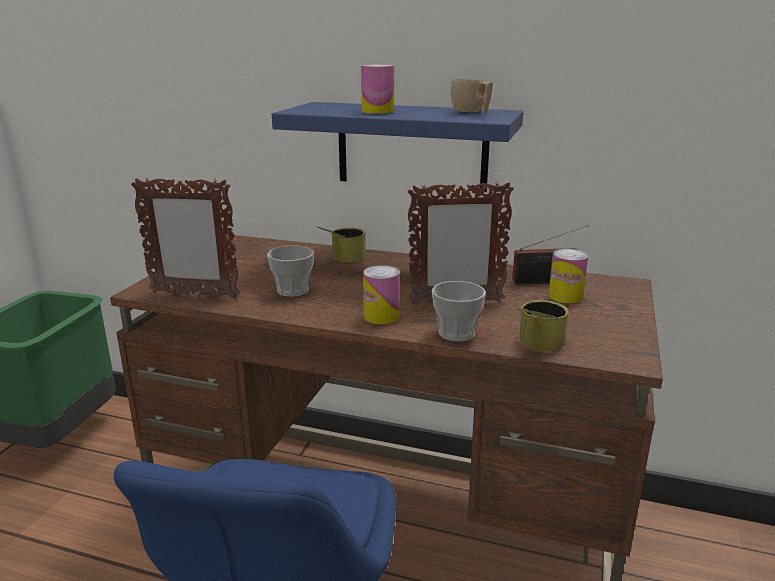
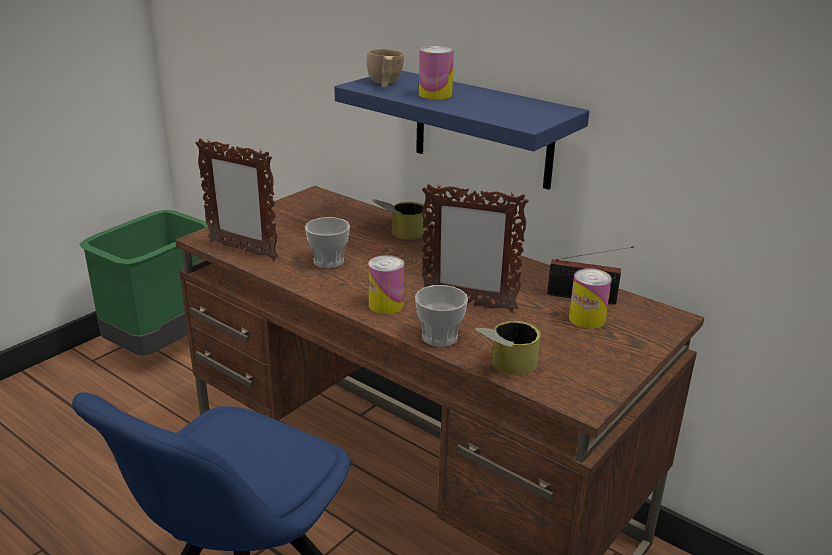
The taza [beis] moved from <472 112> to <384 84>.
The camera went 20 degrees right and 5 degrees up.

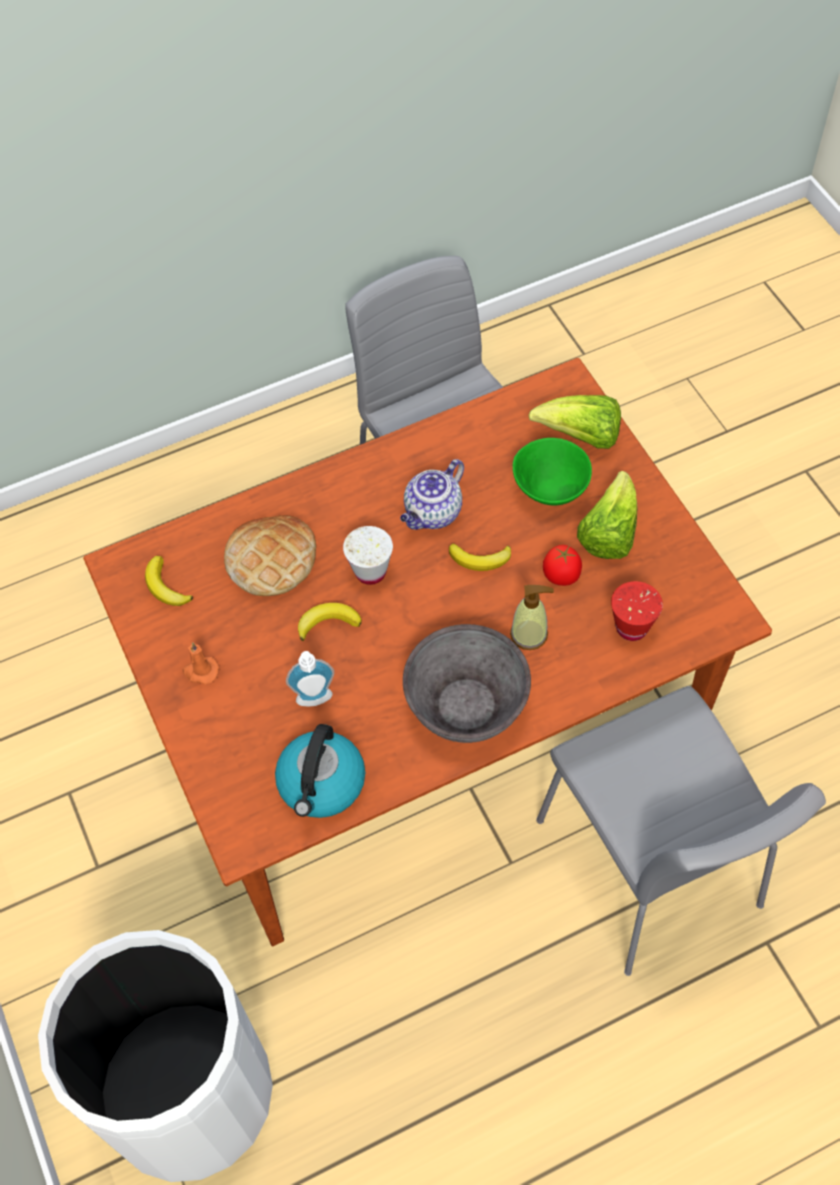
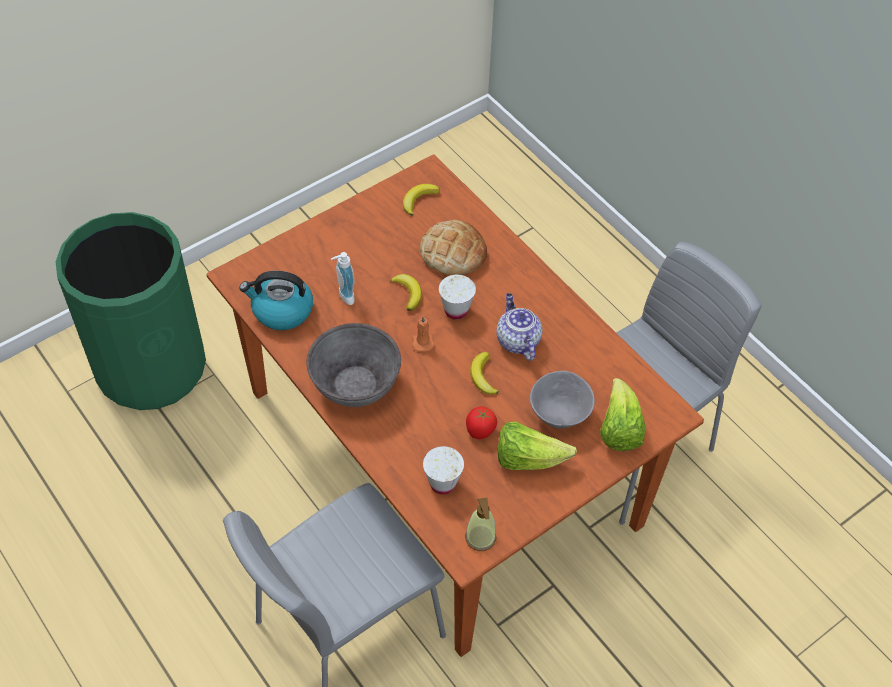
The papelera [blanco] at <188 1093> became the papelera [verde] at <151 367>.
The vela [naranja] moved from <200 671> to <422 341>.
The taza [rojo] at <631 627> became the taza [blanco] at <442 483>.
The dispensador de jabón moved from <529 634> to <480 538>.
The tetera at <433 513> turned 45 degrees clockwise.
The cuenco [verde] at <549 492> became the cuenco [gris] at <557 414>.
The camera went 75 degrees right and 5 degrees down.

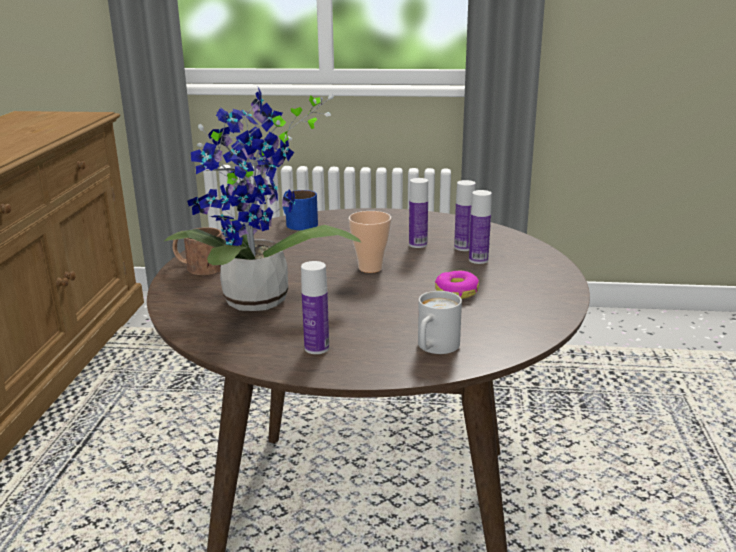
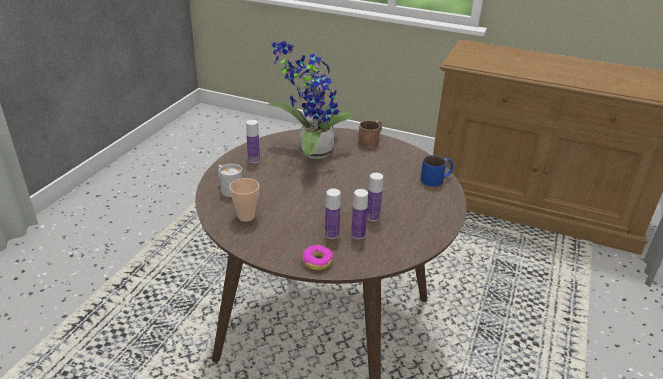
The taza moved from <370 268> to <246 216>.
The rosquilla moved from <456 292> to <317 261>.
The camera went 105 degrees right and 10 degrees up.

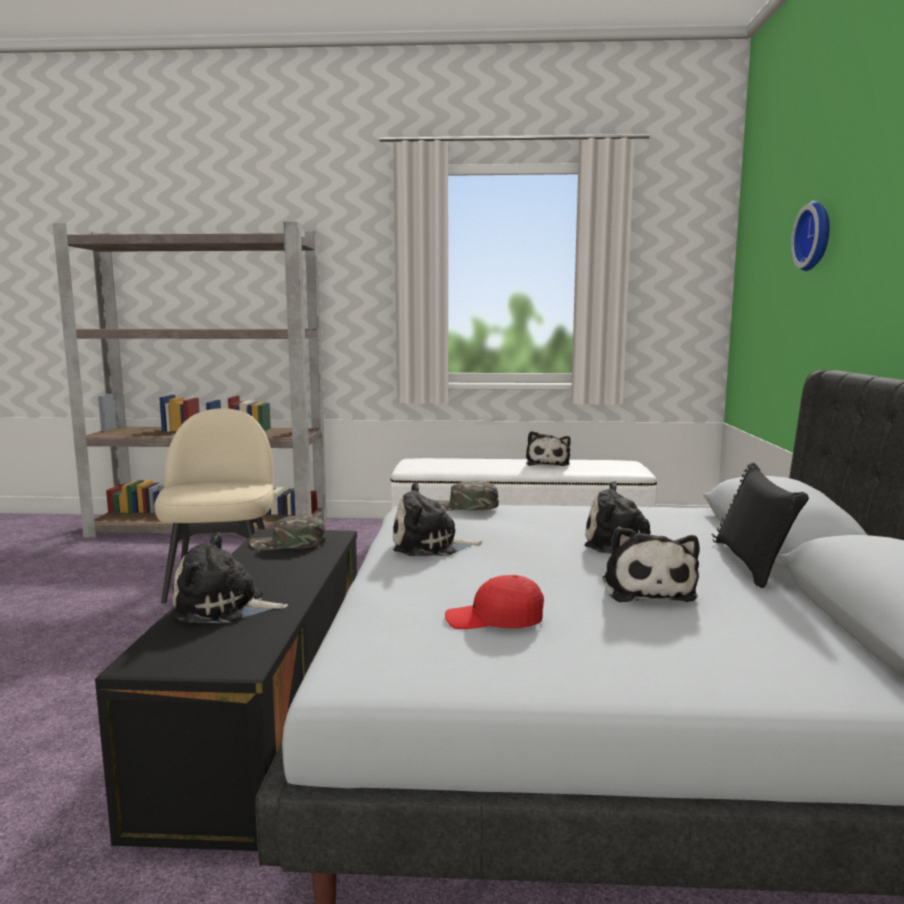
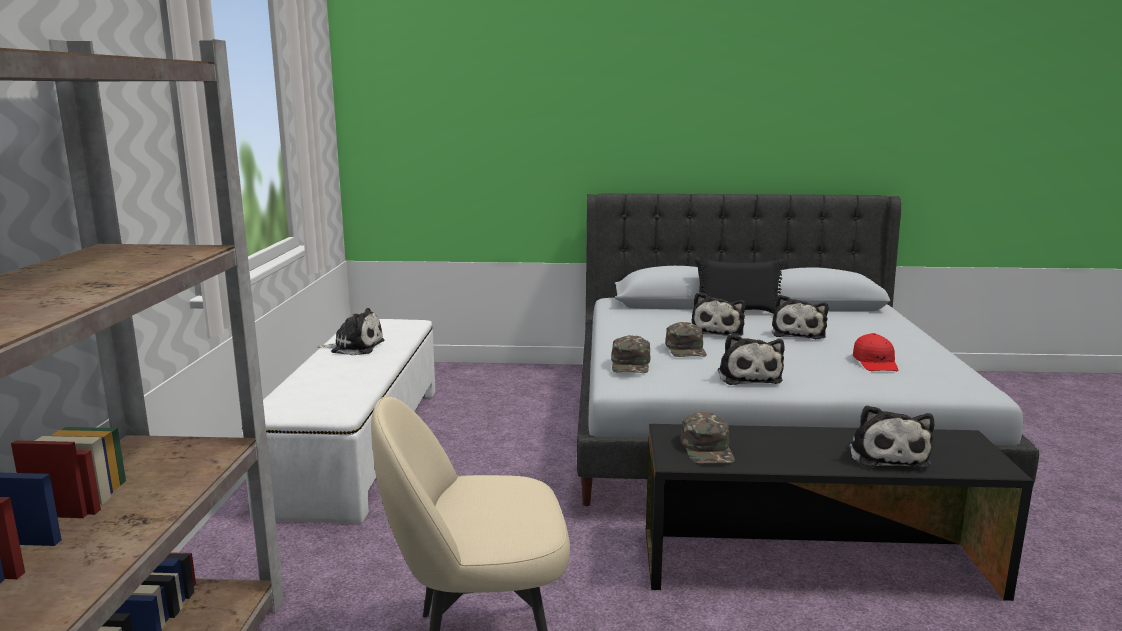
The gorra [verde] at <686 349> appeared.
The peluche at <647 589> turned 105 degrees clockwise.
The reloj de pared at <816 236> disappeared.
The camera went 90 degrees left and 5 degrees up.

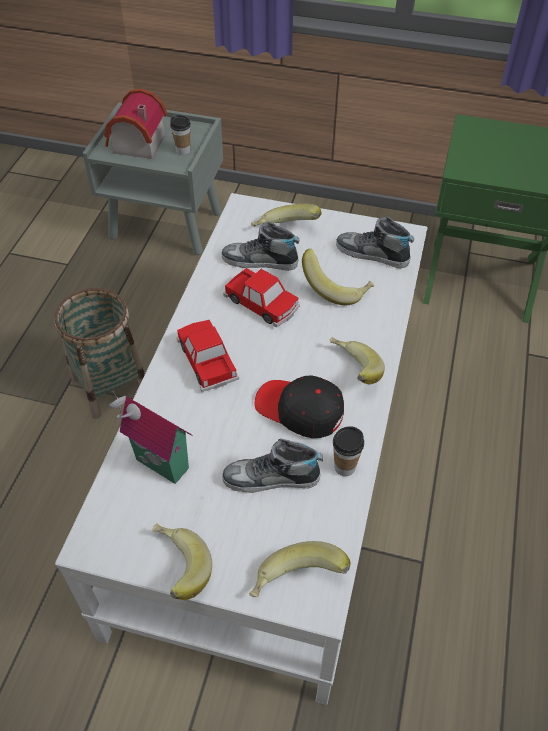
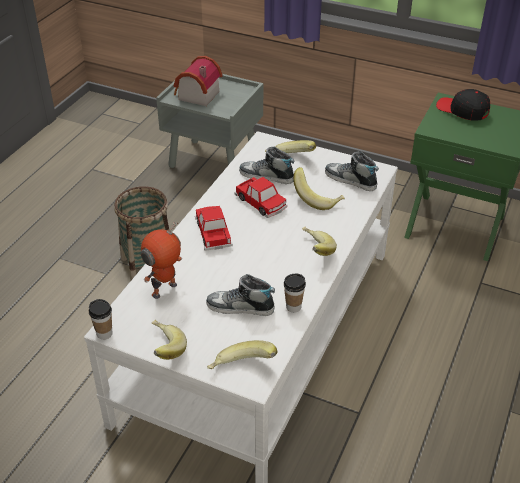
The taza moved from <183 150> to <104 333>.
The casita at <159 466> was replaced by the robot de juguete at <165 291>.
The gorra [negro] moved from <299 410> to <462 110>.
The camera went 10 degrees right and 10 degrees down.

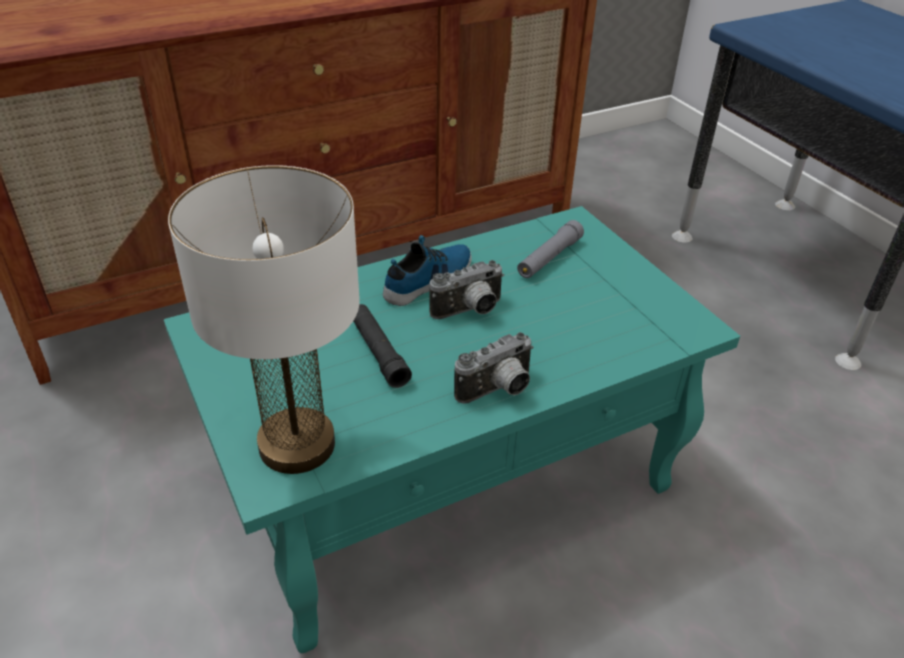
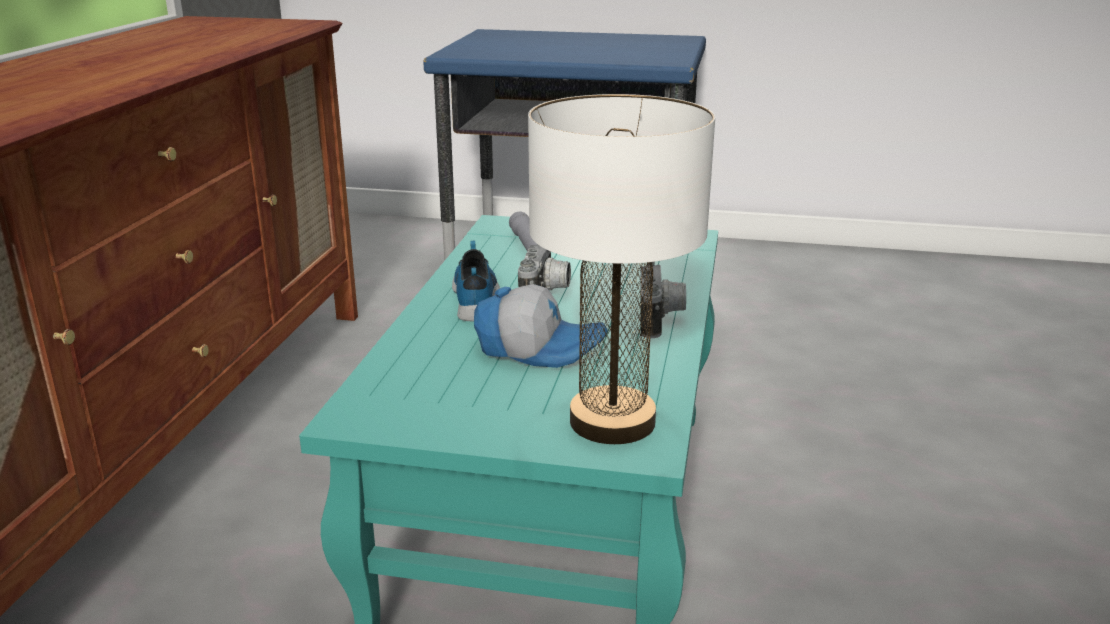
The linterna [negro] at <378 352> was replaced by the gorra at <539 348>.
The camera went 50 degrees left and 15 degrees down.

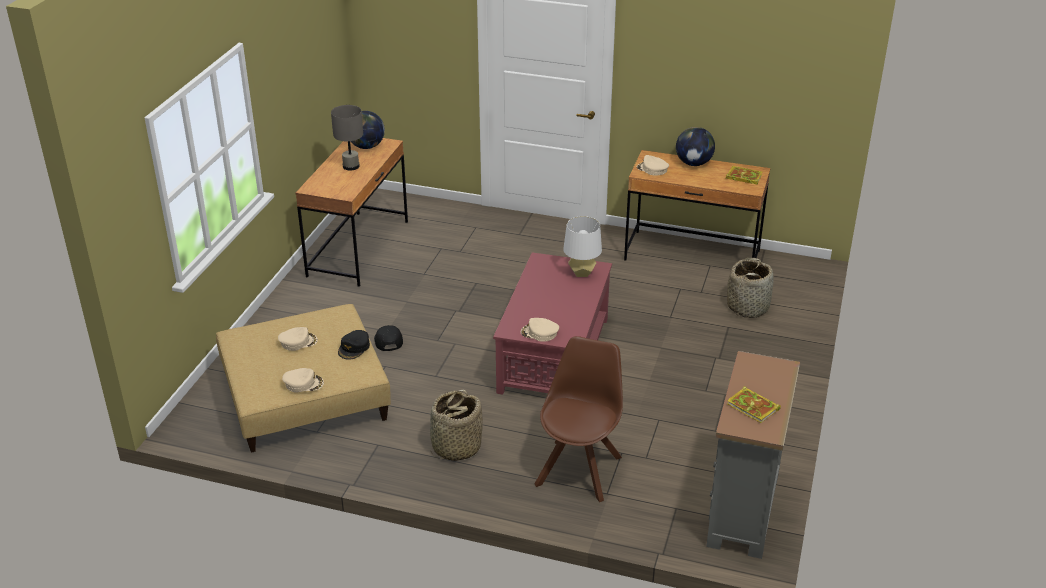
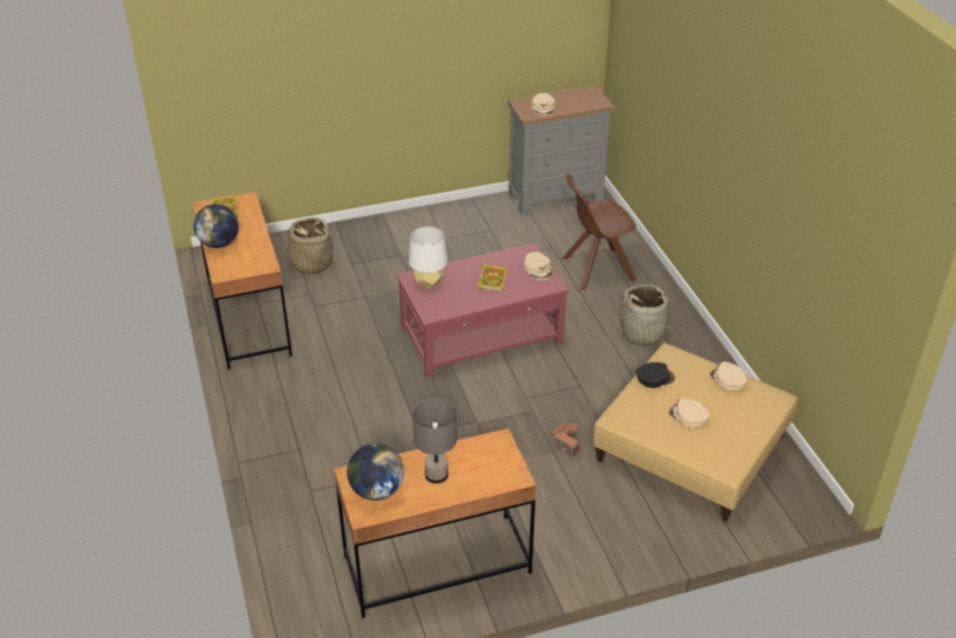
The libro moved from <754 407> to <492 279>.
The gorra [beis] moved from <652 169> to <543 107>.
The gorra [negro] at <388 340> was replaced by the casita at <566 442>.
The camera went 125 degrees left and 5 degrees up.

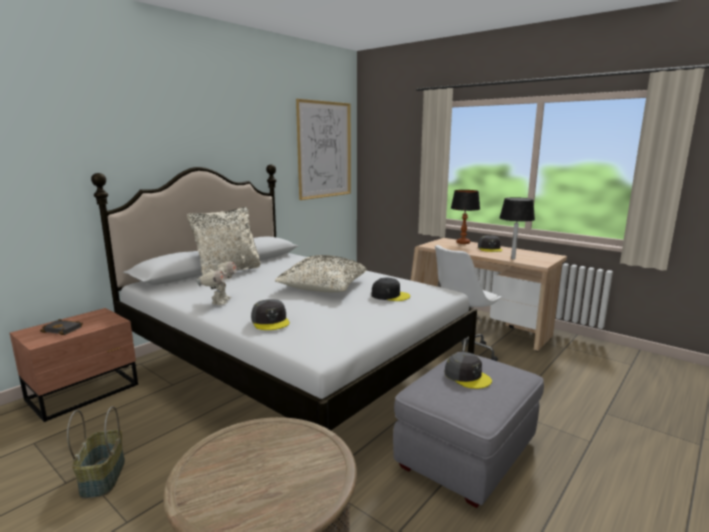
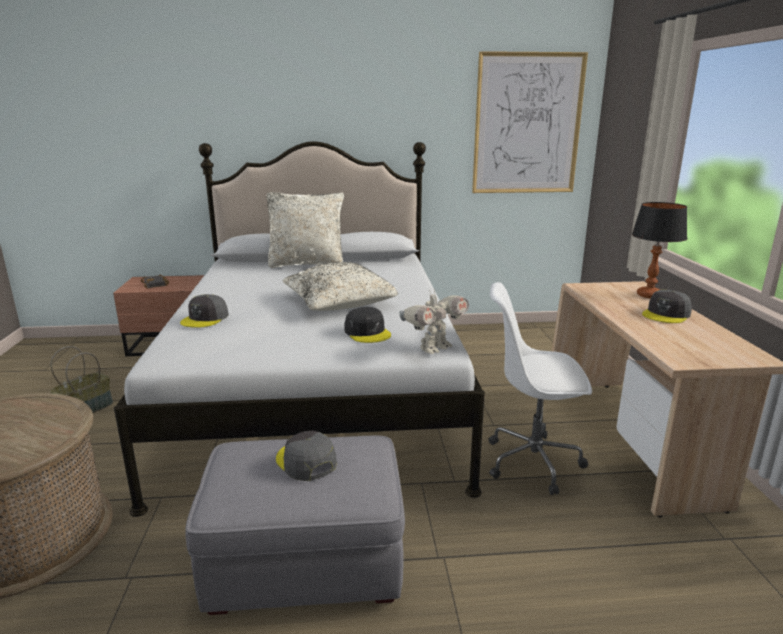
The gorra [gris] at <467 376> turned 135 degrees clockwise.
The robot de juguete moved from <220 302> to <433 348>.
The lámpara de mesa [negro] at <513 259> disappeared.
The camera went 45 degrees right and 5 degrees up.

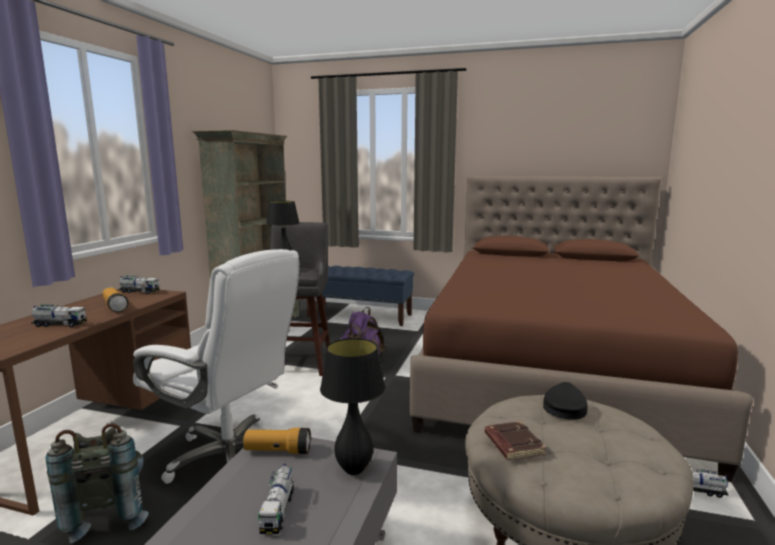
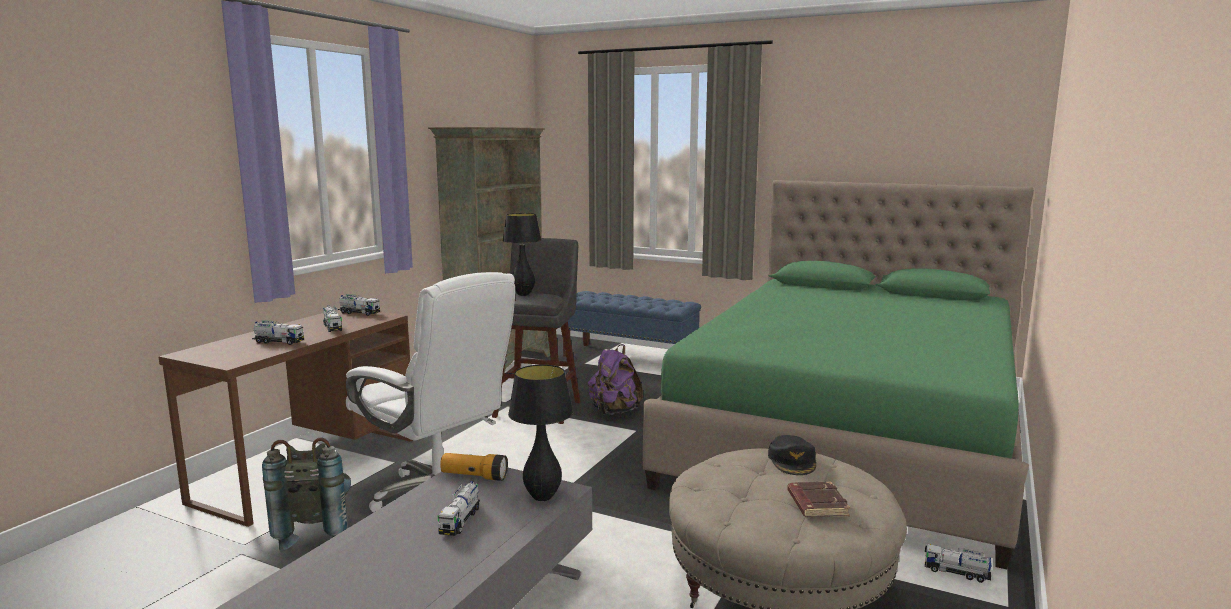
The linterna at <115 307> was replaced by the camión de juguete at <332 327>.
The cama [marrón] at <552 369> became the cama [verde] at <852 435>.
The gorra [negro] at <564 407> turned 150 degrees clockwise.
The libro [marrón] moved from <512 444> to <816 504>.
The camera went 10 degrees right and 0 degrees up.

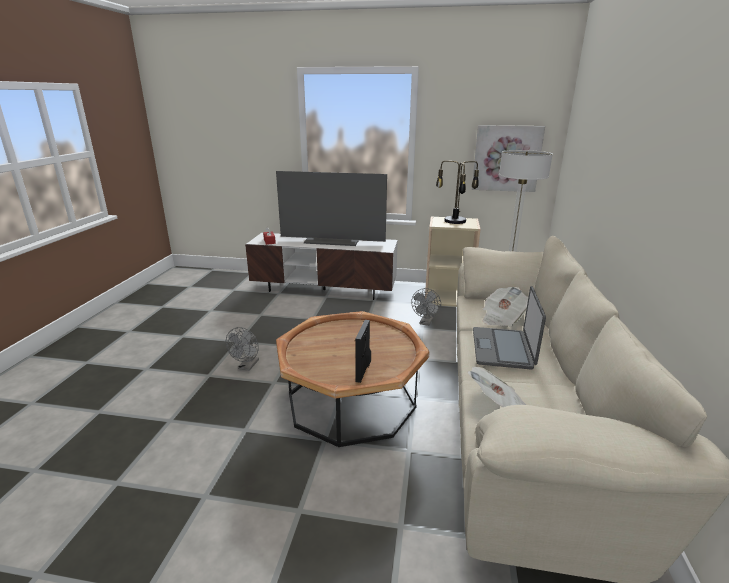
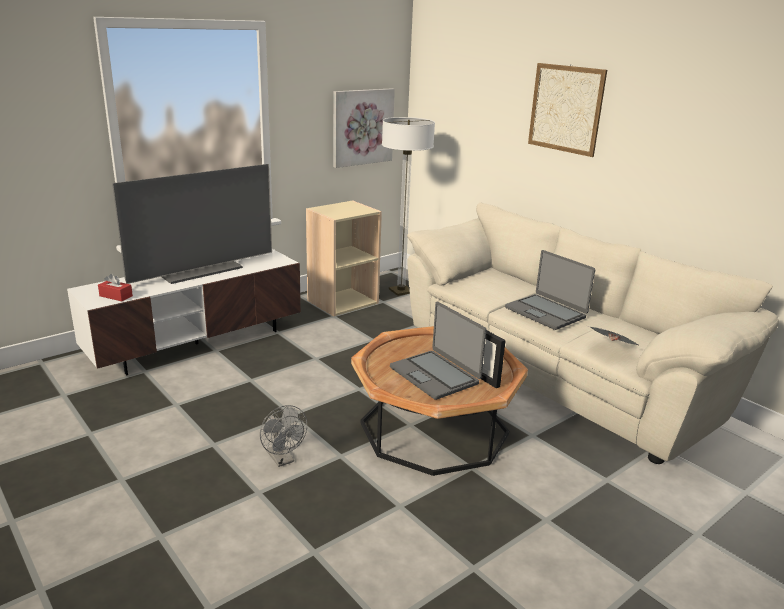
The portátil at <435 375> appeared.
The cuadro at <566 108> appeared.
The ventilador [gris] at <426 323> disappeared.
The lámpara de mesa at <455 221> disappeared.
The periódico at <502 318> disappeared.
The camera went 50 degrees left and 0 degrees up.

